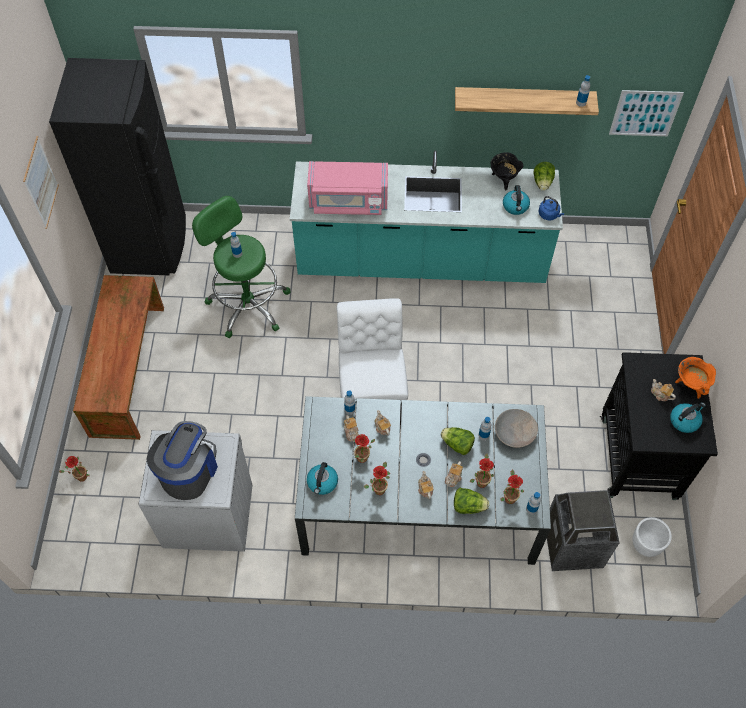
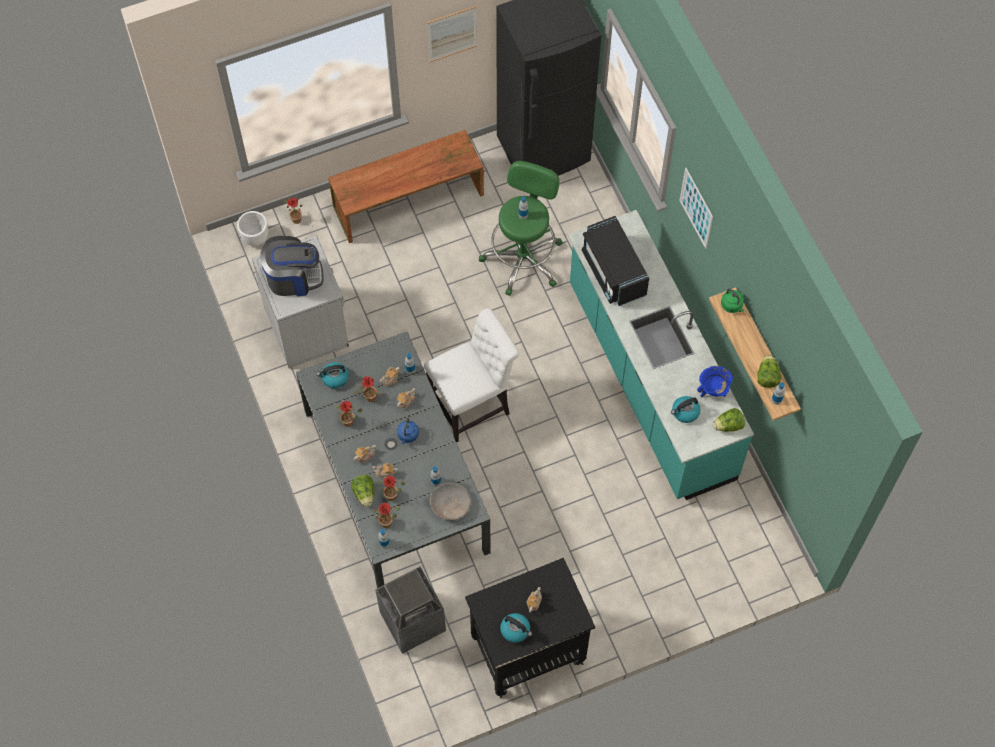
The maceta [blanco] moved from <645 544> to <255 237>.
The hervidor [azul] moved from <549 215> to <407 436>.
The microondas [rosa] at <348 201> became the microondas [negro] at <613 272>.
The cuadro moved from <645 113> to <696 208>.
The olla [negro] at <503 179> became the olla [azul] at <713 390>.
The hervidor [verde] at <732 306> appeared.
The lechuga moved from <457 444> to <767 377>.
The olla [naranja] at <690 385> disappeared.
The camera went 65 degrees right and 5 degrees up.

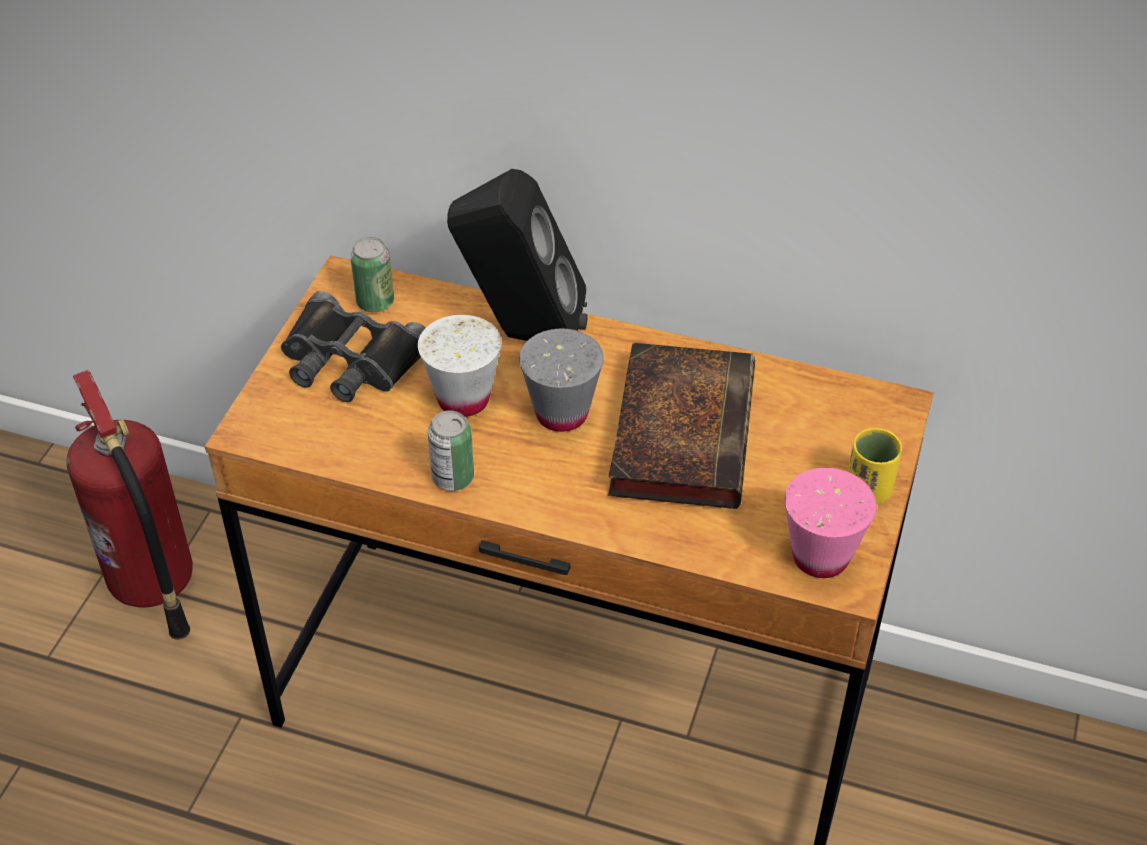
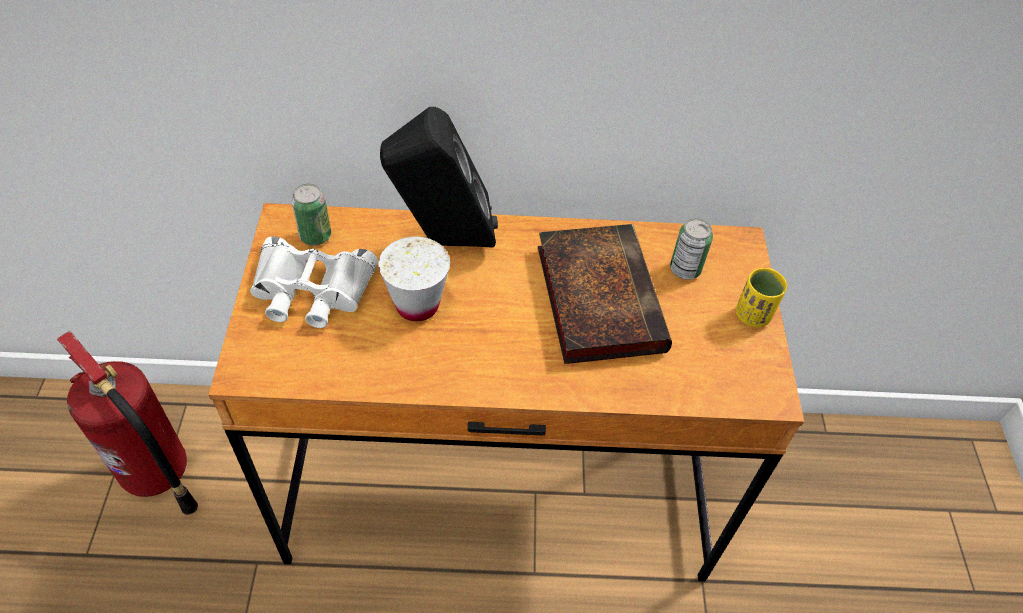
The prismáticos [negro] at <350 360> became the prismáticos [blanco] at <311 290>.
The lata moved from <453 478> to <685 269>.
The taza [gris] at <561 413> disappeared.
The taza [rosa] at <820 557> disappeared.
The camera went 20 degrees left and 5 degrees up.

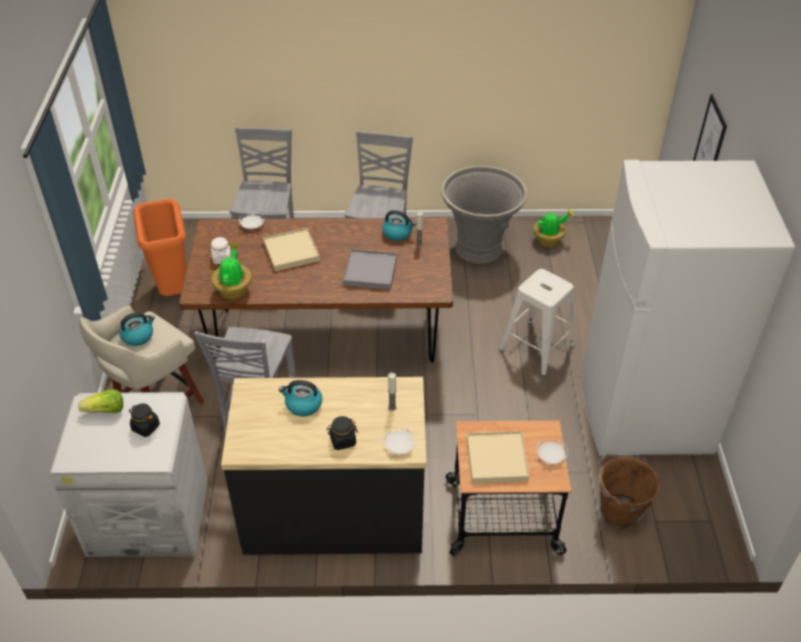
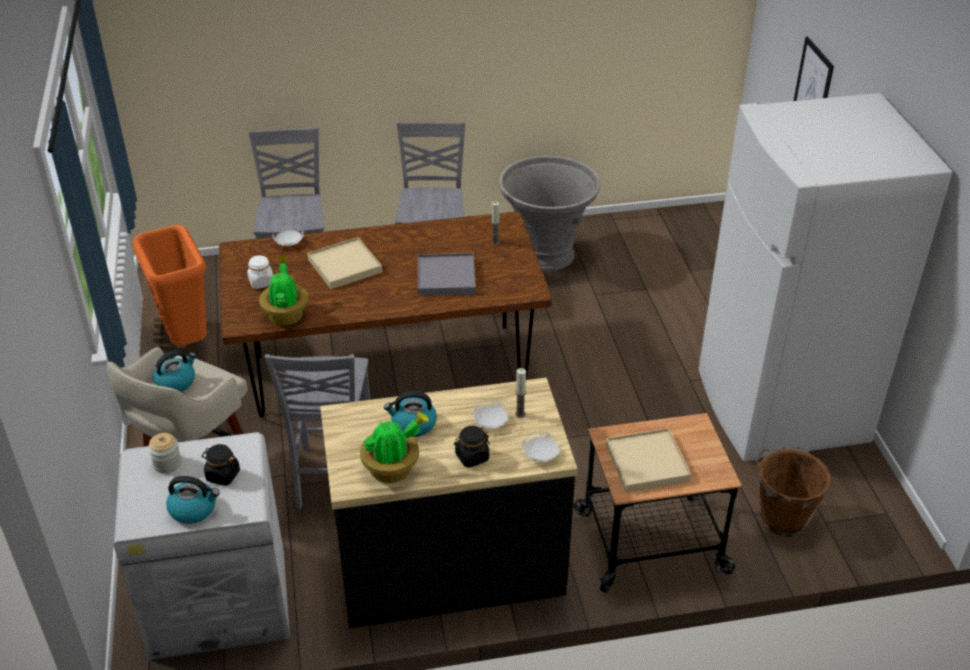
The lechuga at <106 411> was replaced by the tarro at <167 463>.
The hervidor moved from <397 233> to <194 509>.
The planta en maceta moved from <549 240> to <393 469>.
The plato [blanco] moved from <551 456> to <491 422>.
The taburete [blanco] at <536 347> disappeared.
The camera went 10 degrees left and 5 degrees down.

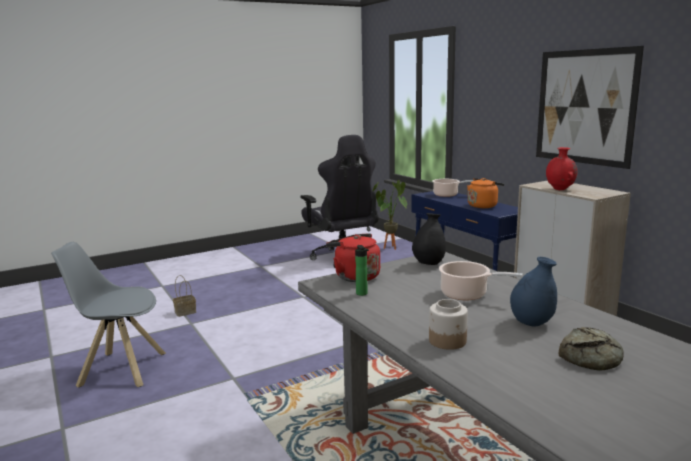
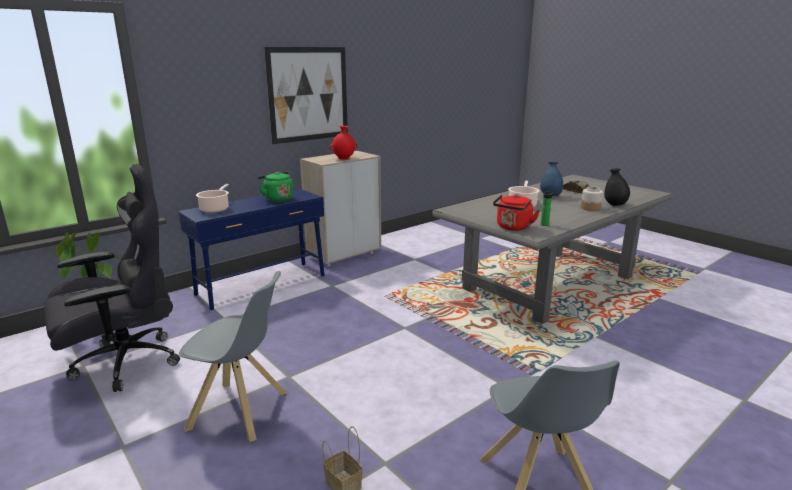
The silla [gris] at <241 411> appeared.
The hervidor [naranja] at <483 206> became the hervidor [verde] at <277 199>.
The florero [negro] moved from <428 264> to <615 205>.
The camera went 100 degrees left and 5 degrees up.

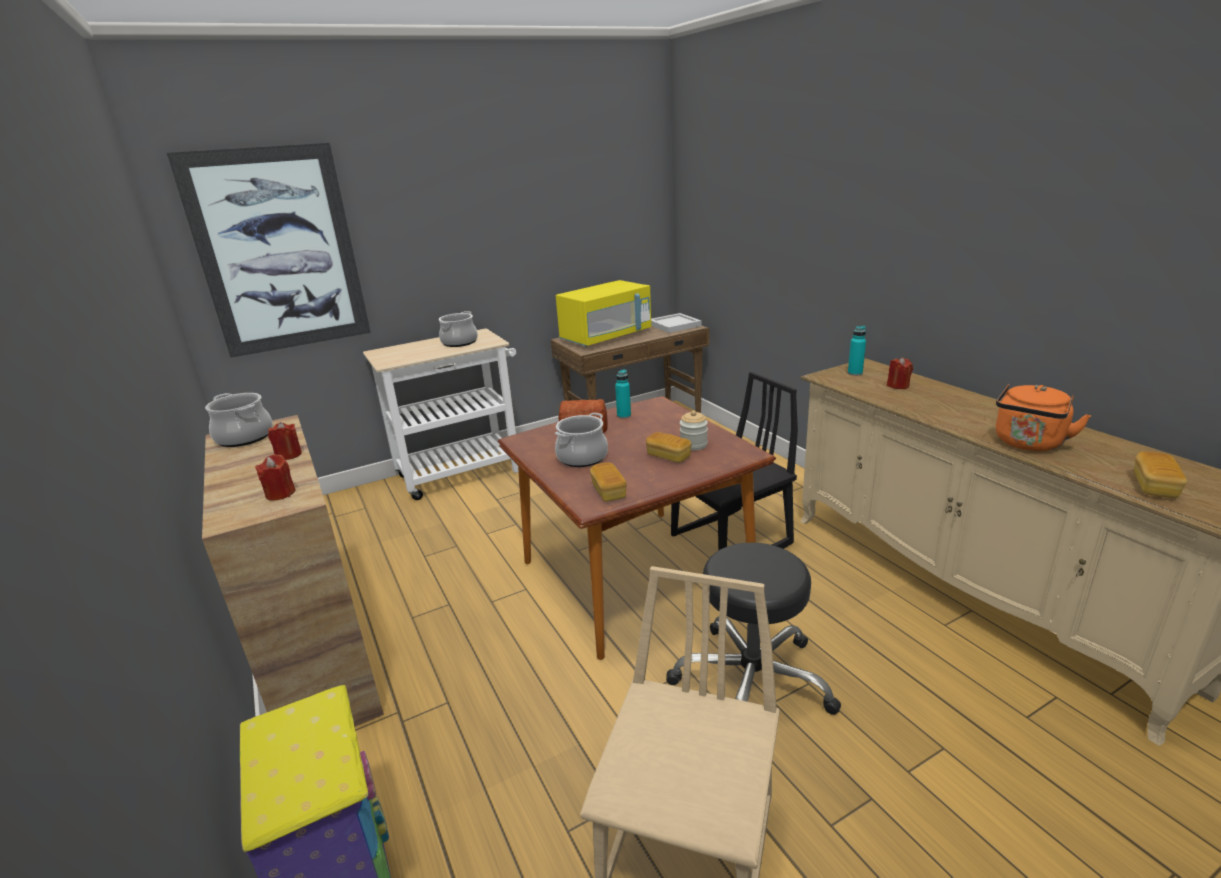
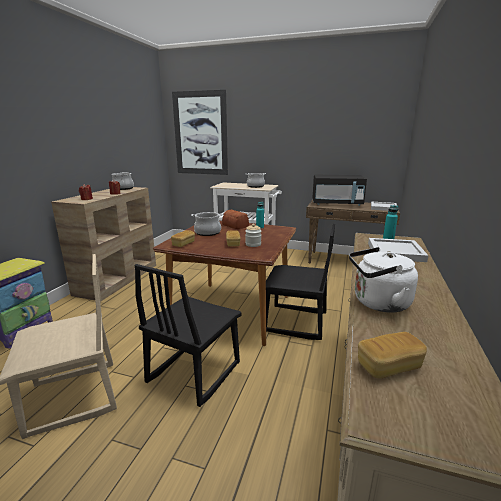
The taburete [negro] at <751 681> was replaced by the silla [negro] at <193 372>.
The microondas [amarillo] at <606 337> became the microondas [negro] at <337 204>.
The hervidor [naranja] at <1028 444> became the hervidor [blanco] at <378 303>.
The vela [rojo] at <898 385> was replaced by the bandeja [blanco] at <394 252>.
The camera went 45 degrees right and 5 degrees down.

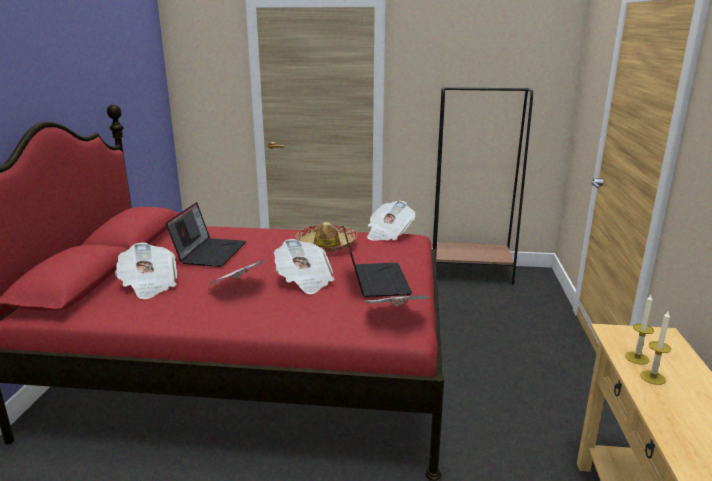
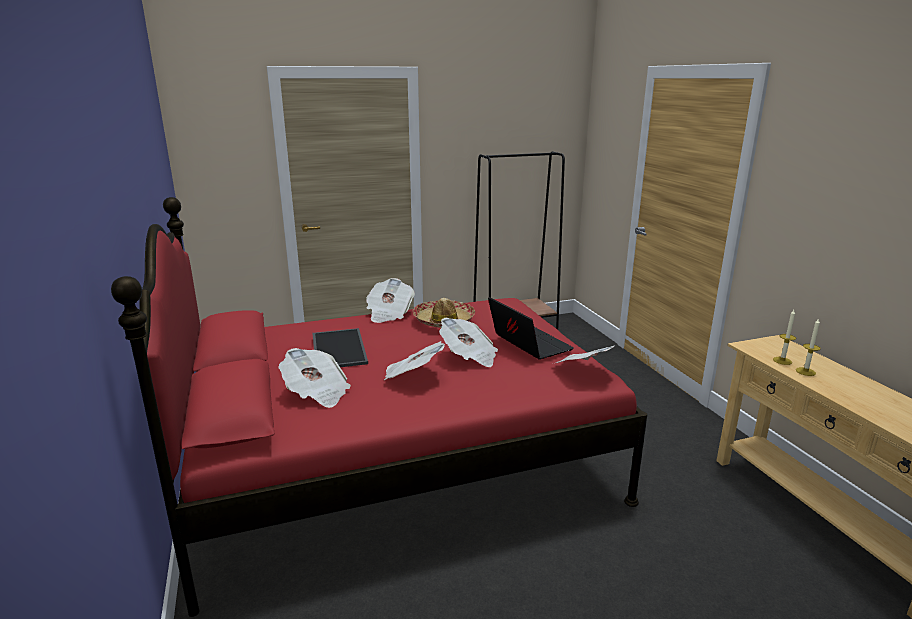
The portátil at <210 252> was replaced by the bandeja at <337 348>.
The periódico moved from <388 234> to <389 313>.
The camera went 25 degrees left and 0 degrees up.

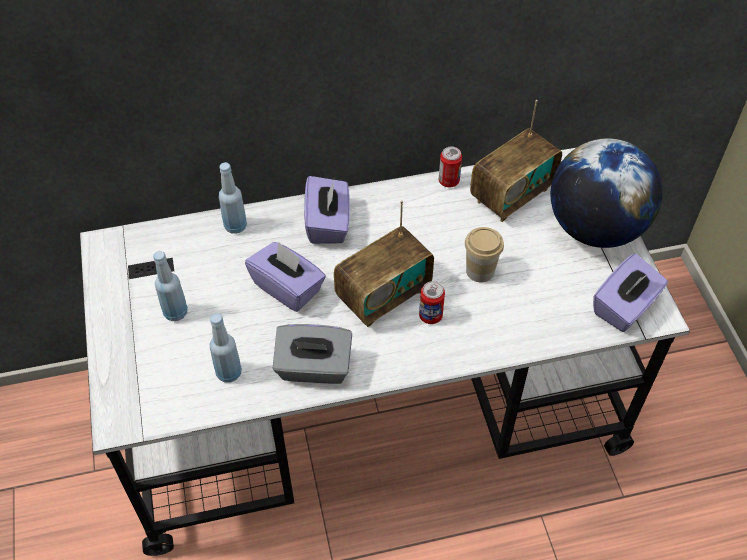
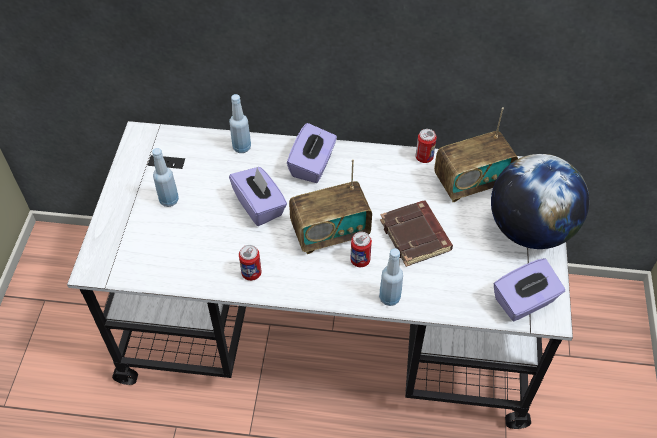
The caja de pañuelos [gris] at <314 368> was replaced by the lata at <251 273>.
The botella [azul] moved from <229 373> to <389 298>.
The taza at <480 271> was replaced by the libro [marrón] at <416 236>.
The camera went 20 degrees right and 0 degrees up.

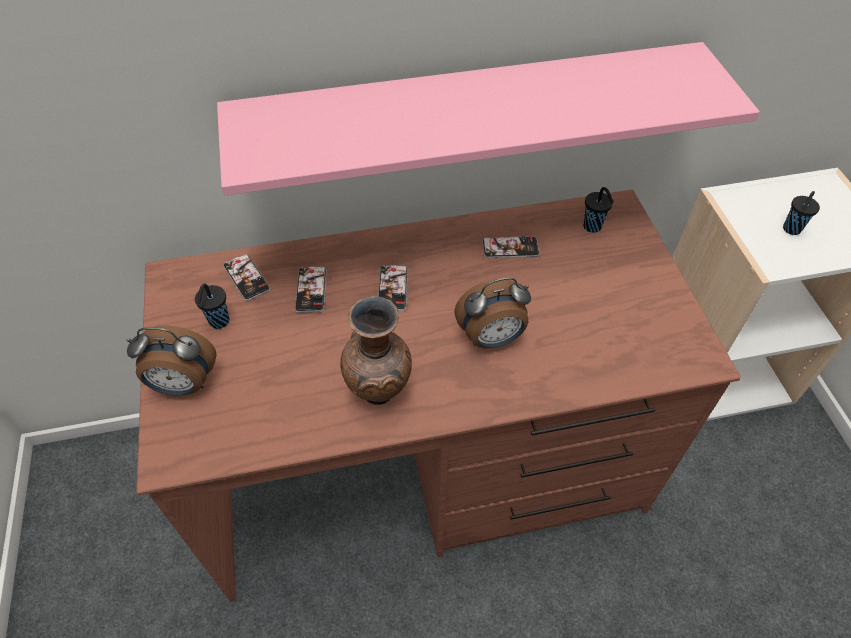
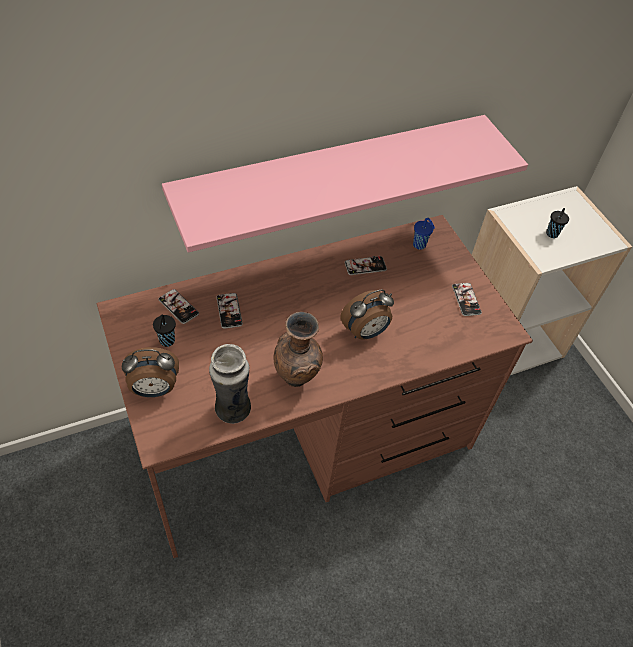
The florero at <232 411> appeared.
The taza [negro] at <593 227> became the taza [azul] at <420 245>.
The móvil moved from <392 288> to <466 299>.
The camera went 15 degrees left and 0 degrees up.

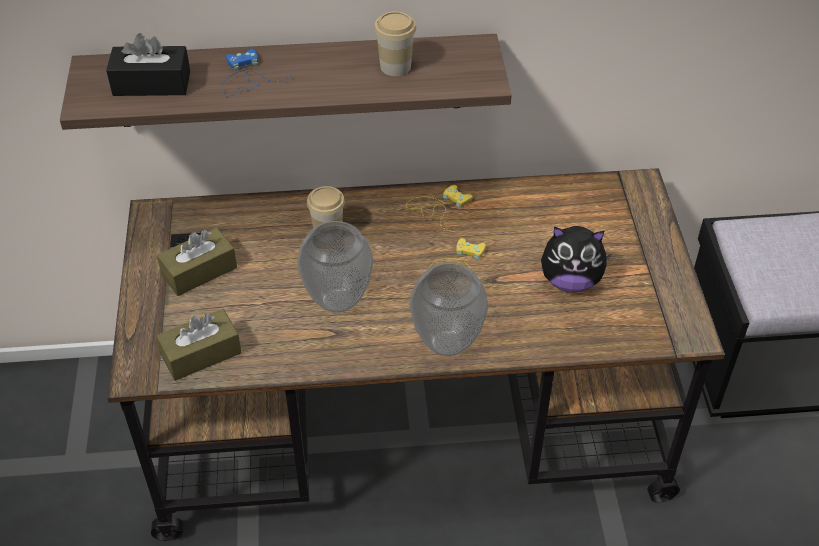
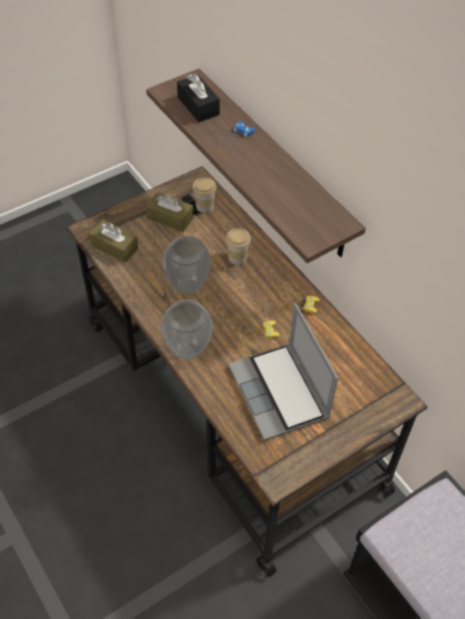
The taza moved from <395 66> to <204 206>.
The peluche at <570 281> was replaced by the portátil at <280 393>.
The camera went 60 degrees right and 5 degrees up.

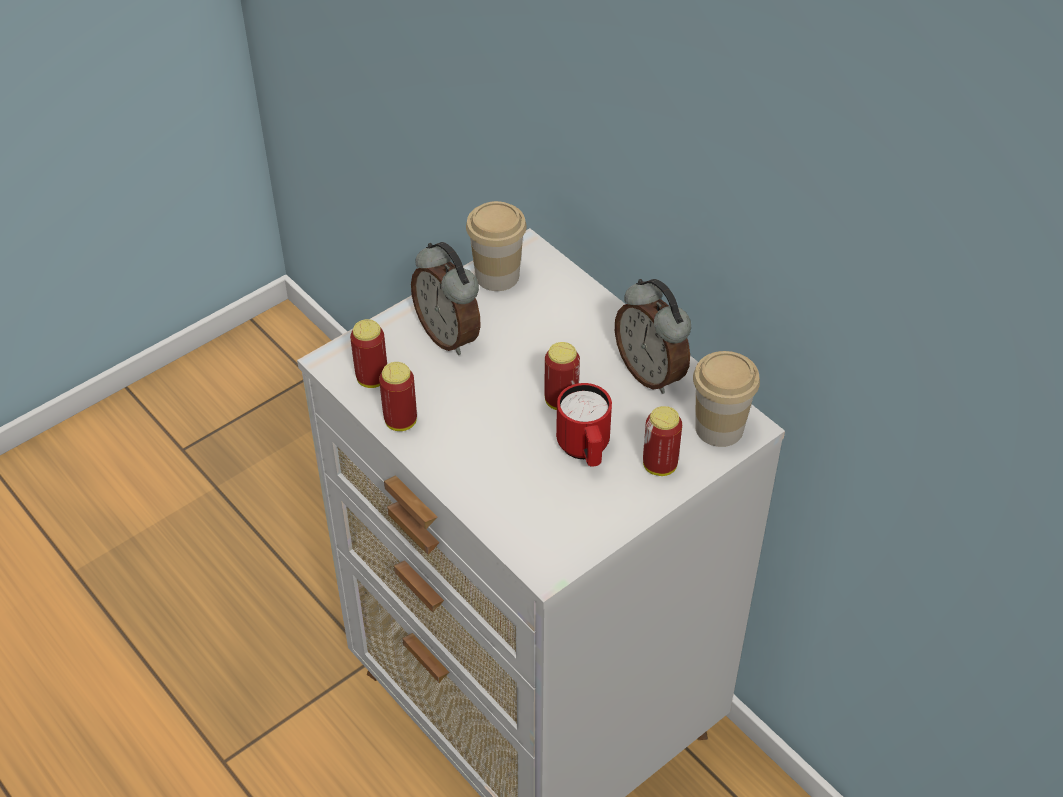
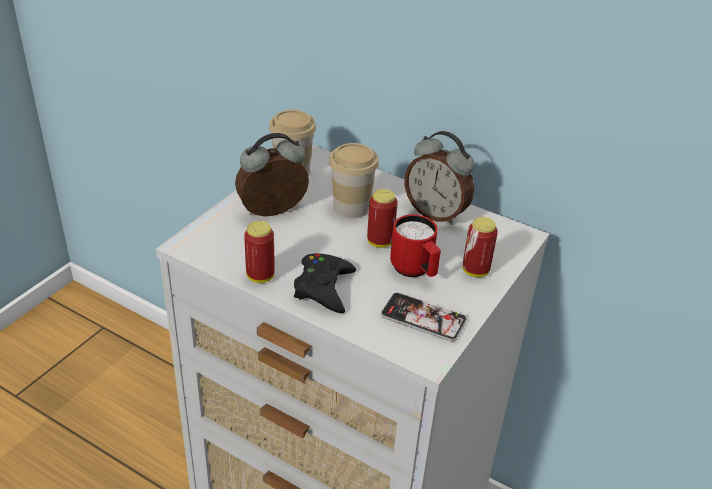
The despertador at <449 335> turned 120 degrees clockwise.
The mando de consola [negro] at <324 288> appeared.
The taza moved from <719 428> to <351 207>.
The móvil at <423 318> appeared.
The lata at <372 378> disappeared.
The camera went 20 degrees left and 10 degrees down.

